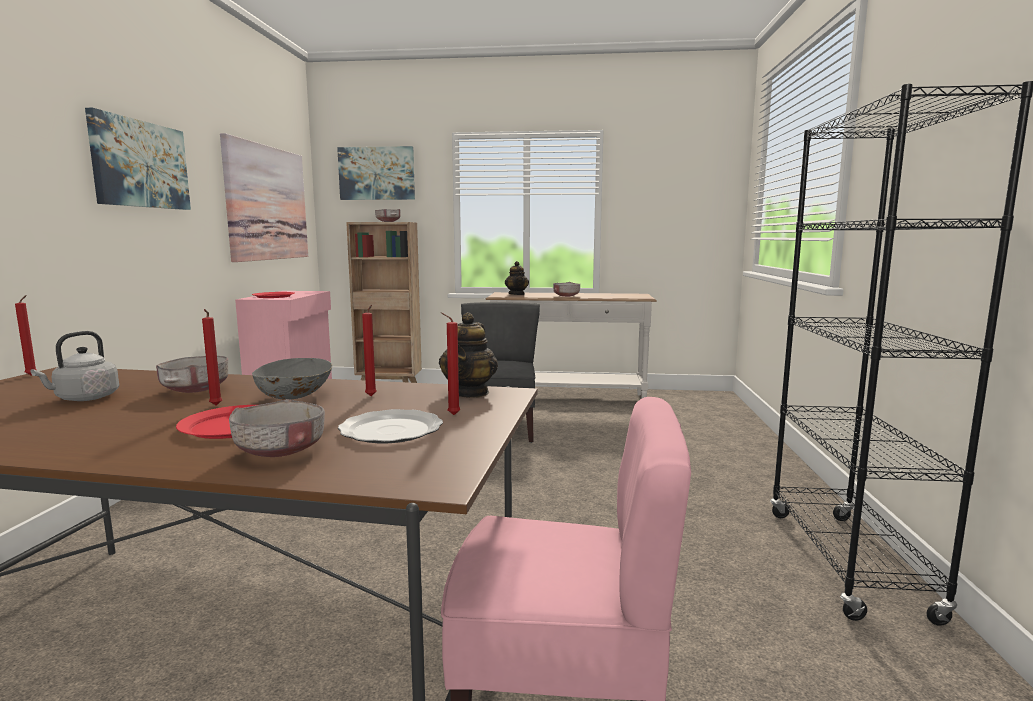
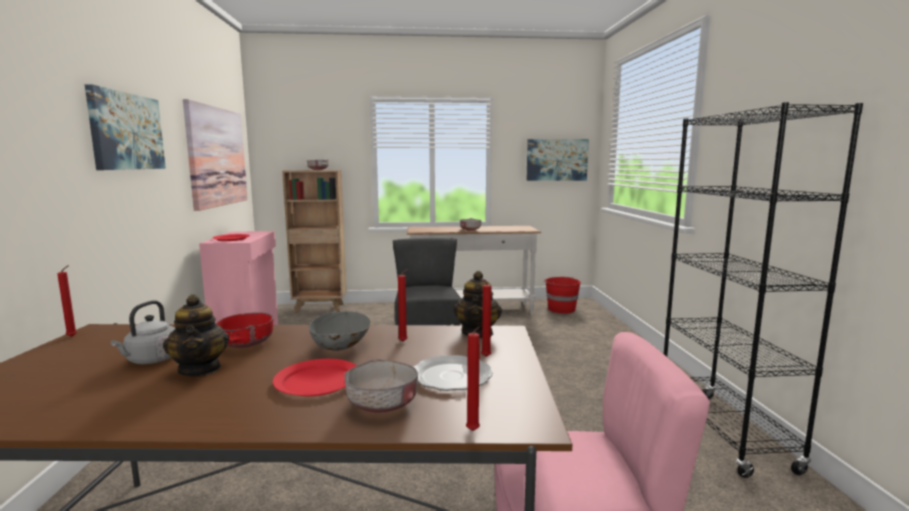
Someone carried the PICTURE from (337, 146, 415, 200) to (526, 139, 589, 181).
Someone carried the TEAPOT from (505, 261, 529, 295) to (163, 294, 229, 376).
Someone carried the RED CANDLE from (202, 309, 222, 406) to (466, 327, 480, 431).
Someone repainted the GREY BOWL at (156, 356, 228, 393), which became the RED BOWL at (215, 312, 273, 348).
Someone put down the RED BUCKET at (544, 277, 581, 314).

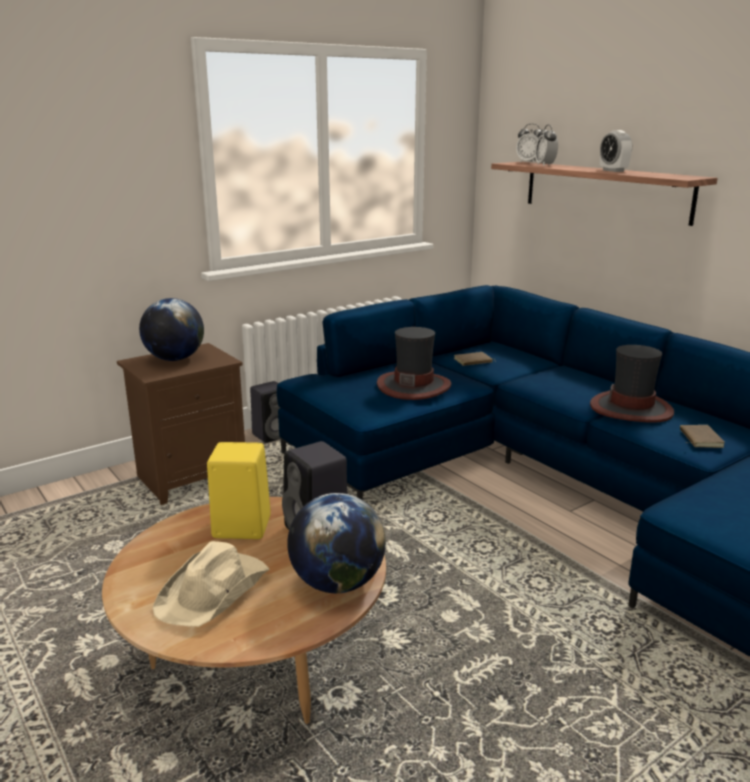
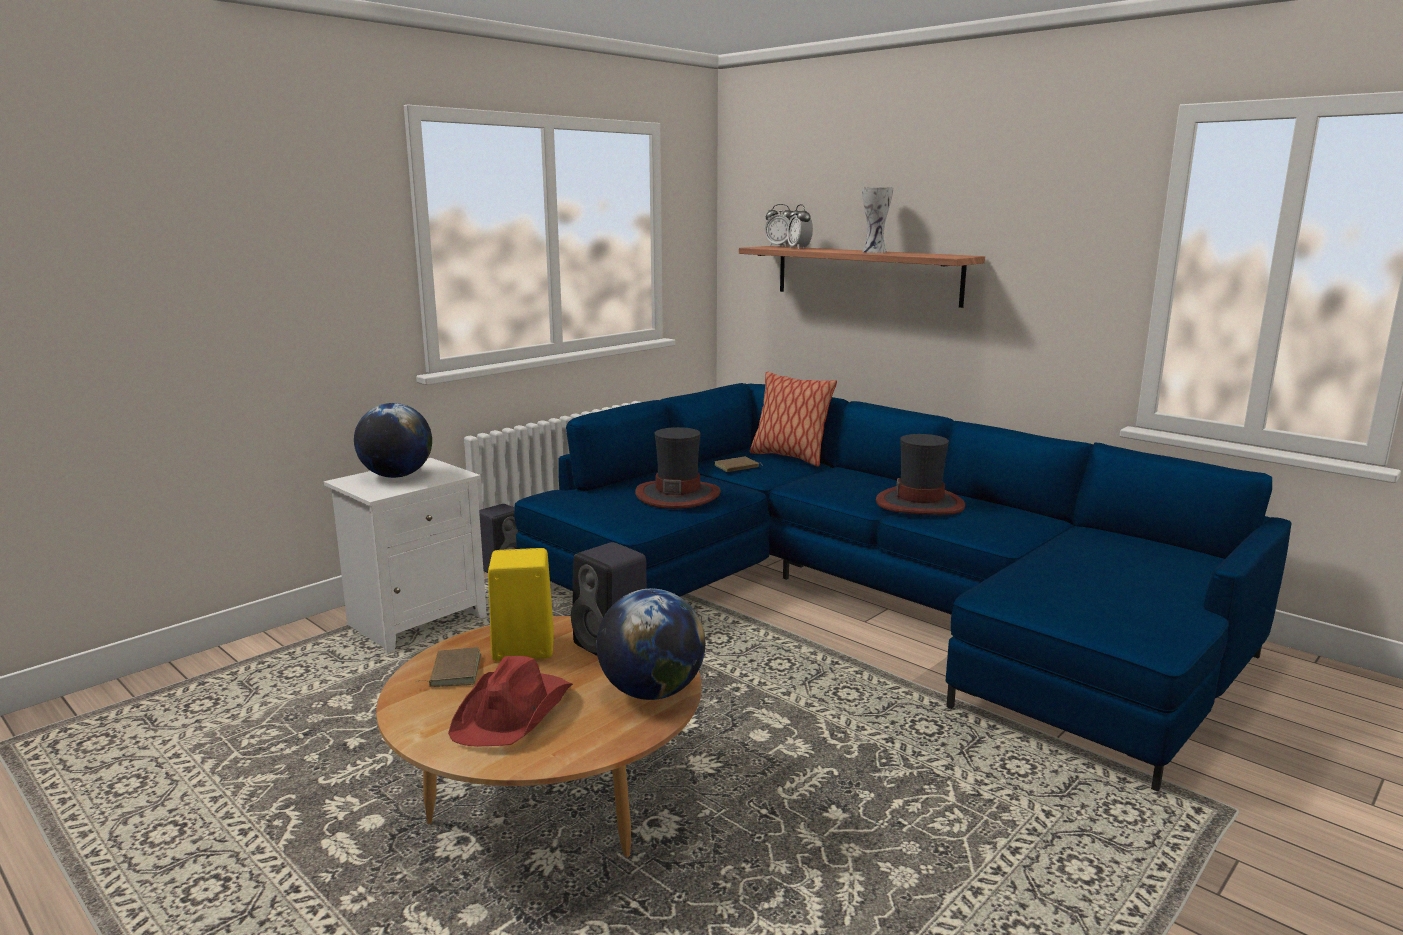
Someone swapped the ALARM CLOCK at (600, 130, 632, 172) for the VASE at (862, 187, 893, 253).
Someone repainted the BROWN NIGHTSTAND at (117, 343, 245, 505), which became the WHITE NIGHTSTAND at (324, 458, 487, 653).
Someone carried the BROWN BOOK from (680, 425, 725, 448) to (414, 647, 481, 687).
Someone repainted the BEIGE HAT at (152, 541, 270, 627), which became the RED HAT at (448, 656, 573, 747).
Someone put down the PILLOW at (750, 372, 837, 467).

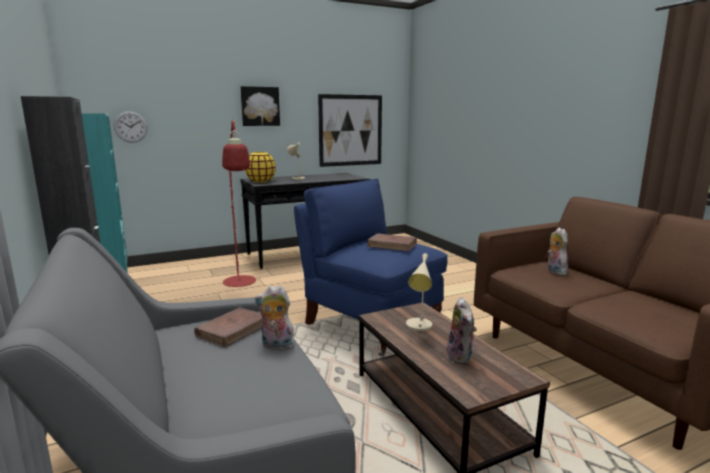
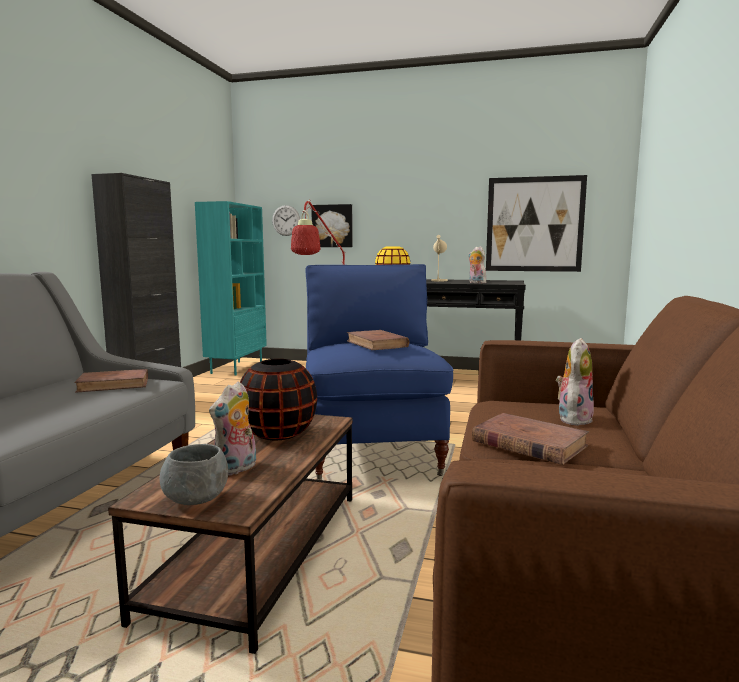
Someone carried the PICTURE from (241, 86, 280, 126) to (311, 204, 353, 247).
Someone swapped the BEIGE TABLE LAMP at (406, 253, 432, 332) for the BLACK VASE at (240, 359, 317, 440).
Someone carried the PLUSH TOY from (255, 286, 295, 350) to (468, 246, 486, 283).
Someone put down the BROWN BOOK at (472, 413, 589, 465).
Someone put down the GREY BOWL at (160, 444, 228, 505).

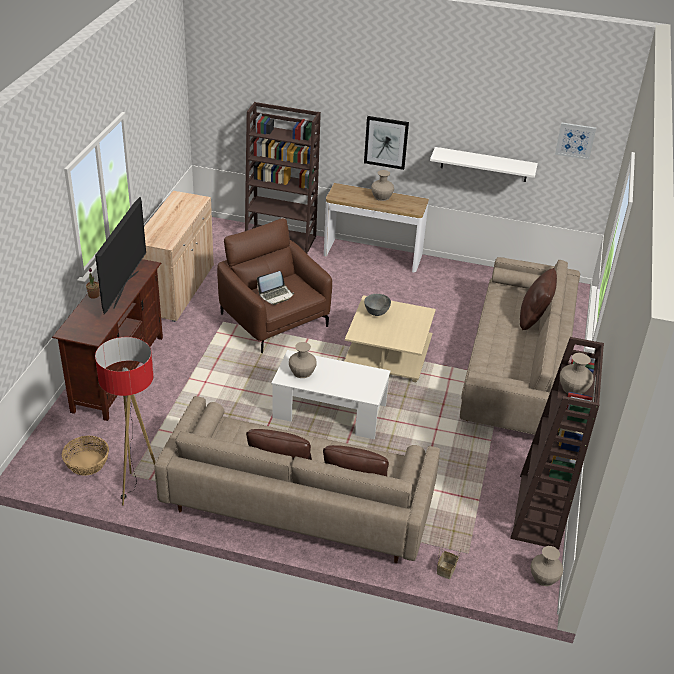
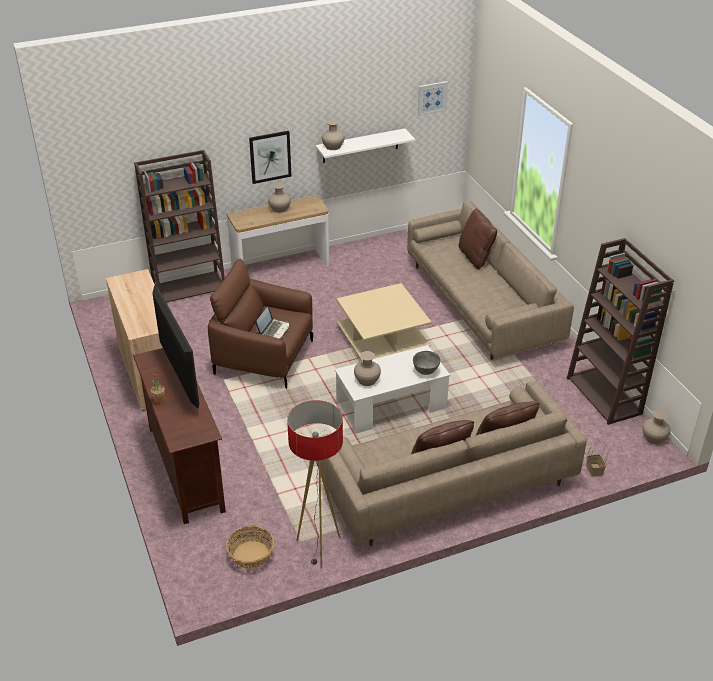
Someone carried the GREY BOWL from (364, 294, 391, 316) to (413, 351, 441, 375).
Someone carried the BEIGE VASE from (560, 353, 593, 394) to (322, 119, 345, 150).

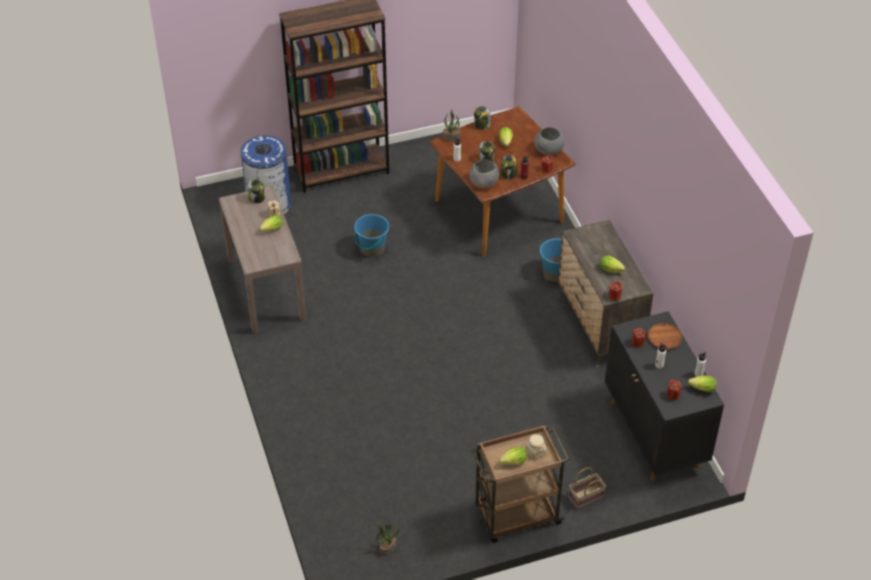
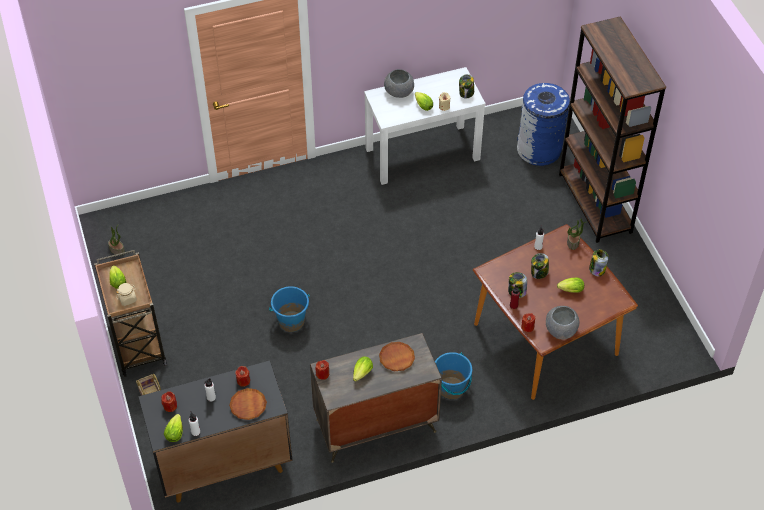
Someone carried the GREY BOWL from (469, 159, 499, 188) to (384, 69, 414, 98).
Someone repainted the BROWN CONSOLE TABLE at (219, 186, 307, 334), which became the WHITE CONSOLE TABLE at (364, 67, 486, 185).
Someone carried the BLUE BUCKET from (354, 214, 389, 257) to (269, 286, 310, 332).
Someone put down the BROWN PLATE at (379, 342, 415, 371).

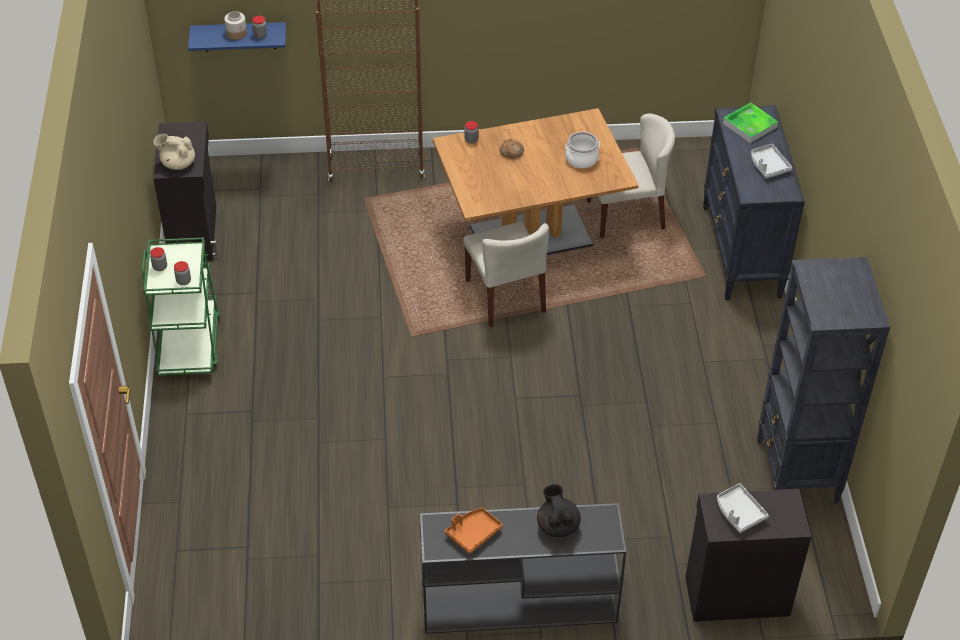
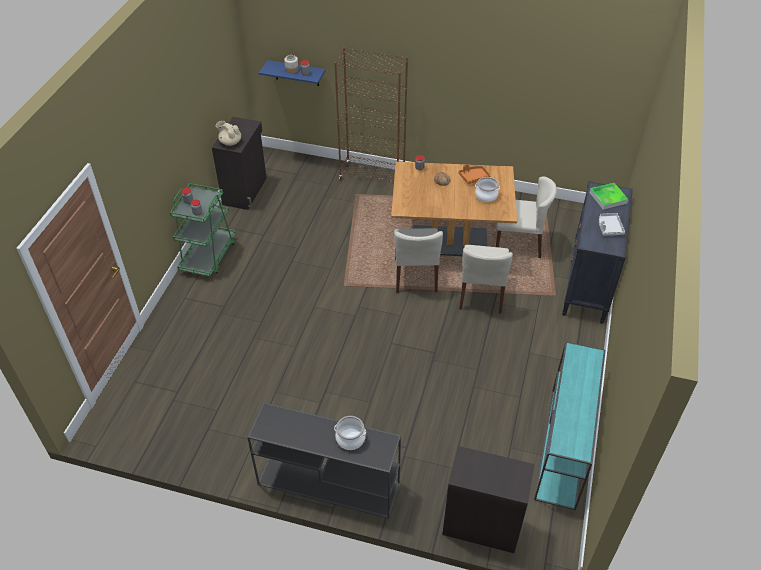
Someone swapped the BLACK BOOKCASE at (757, 257, 890, 504) for the TURQUOISE CONSOLE TABLE at (534, 342, 606, 510).
Someone took away the GREY TRAY at (717, 483, 769, 533).
Someone swapped the BLACK TEAPOT at (537, 484, 581, 537) for the COOKING POT at (334, 416, 366, 450).
Someone carried the ORANGE TRAY from (445, 508, 503, 554) to (458, 164, 490, 184).
Someone put down the BEIGE CHAIR at (459, 245, 513, 314).

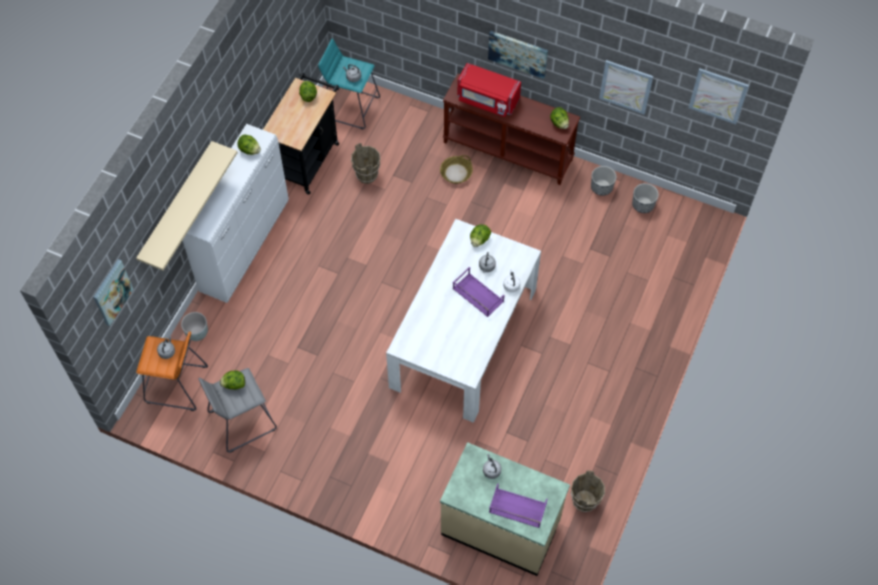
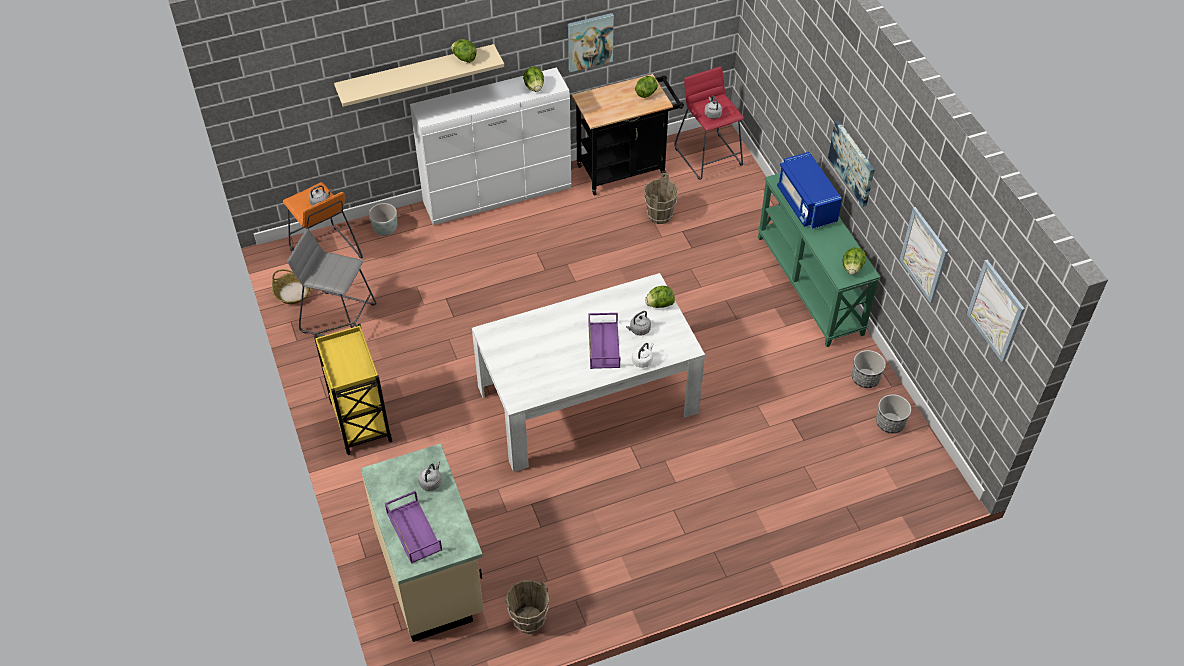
Someone repainted the TURQUOISE STOOL at (318, 38, 380, 129), which became the RED STOOL at (674, 66, 744, 180).
Someone repainted the RED MICROWAVE at (457, 63, 521, 117), which became the BLUE MICROWAVE at (777, 152, 842, 229).
Someone repainted the BROWN CONSOLE TABLE at (443, 74, 580, 185), which became the GREEN CONSOLE TABLE at (758, 173, 880, 347).
Someone carried the BASKET from (440, 155, 473, 184) to (272, 269, 312, 304).
Someone carried the PICTURE from (94, 259, 133, 326) to (568, 13, 614, 72).
Someone carried the LETTUCE from (220, 370, 245, 390) to (451, 39, 477, 63).
Someone put down the YELLOW CART at (314, 321, 392, 455).

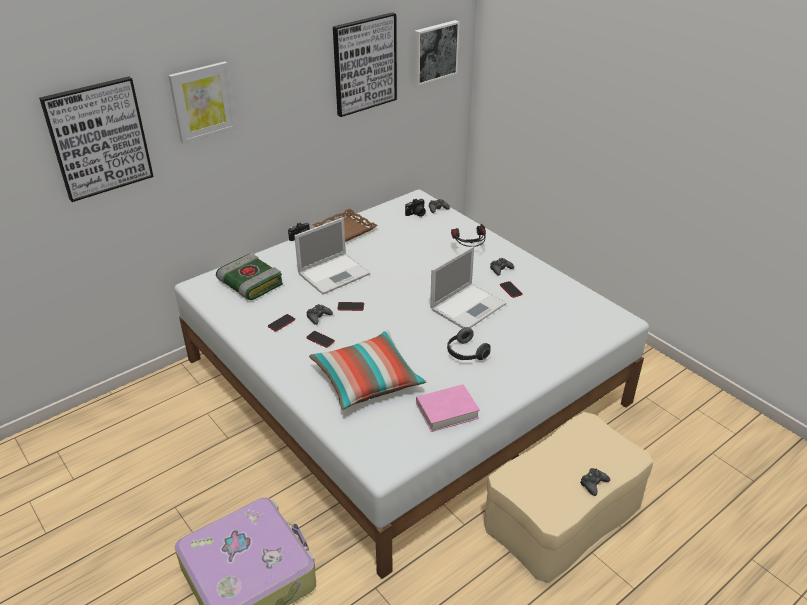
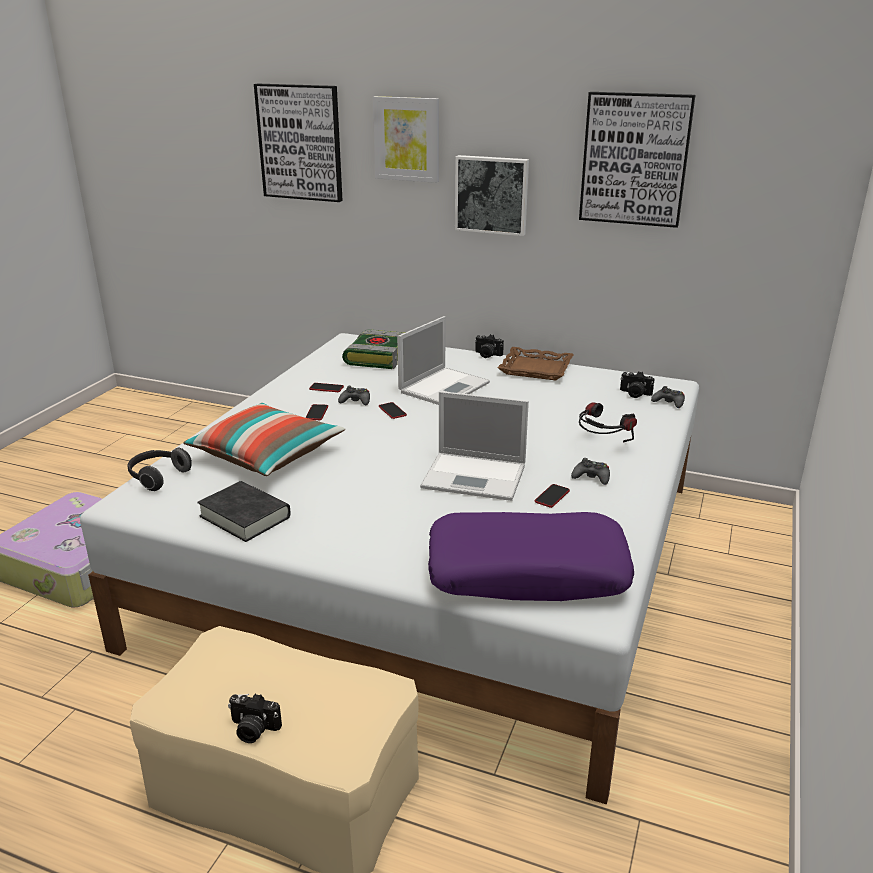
Someone carried the PICTURE from (414, 20, 460, 85) to (455, 155, 529, 236).
Someone rotated the LAPTOP at (294, 217, 370, 295) by 75 degrees counterclockwise.
Someone carried the HEADPHONES from (447, 327, 491, 360) to (128, 448, 192, 491).
Someone repainted the PINK BOOK at (416, 384, 480, 432), which became the BLACK BOOK at (197, 481, 291, 542).
Someone swapped the BLACK GAME CONTROLLER at (580, 468, 610, 496) for the PHOTO CAMERA at (228, 694, 282, 743).
Someone put down the PURPLE PILLOW at (428, 512, 634, 601).

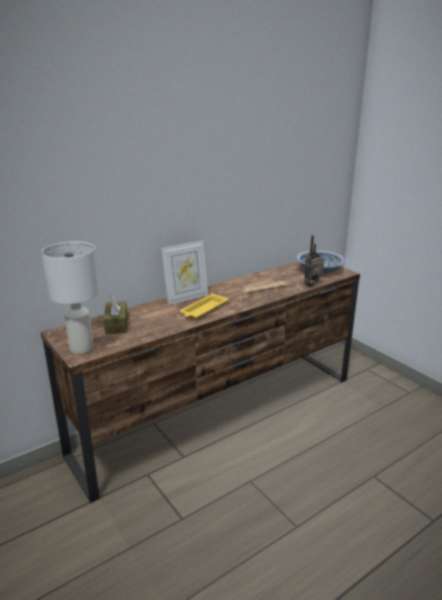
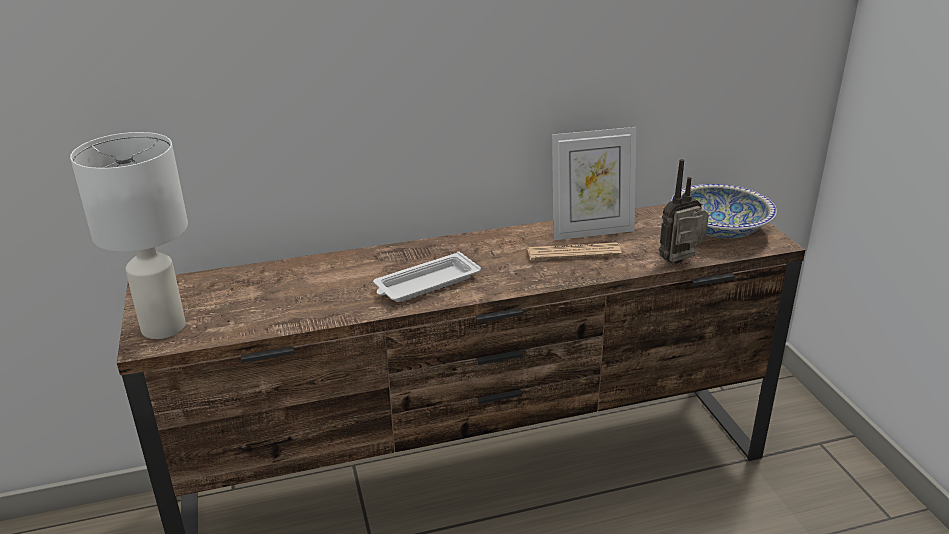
Someone carried the PICTURE FRAME from (161, 240, 208, 305) to (552, 127, 636, 240).
Someone repainted the YELLOW TRAY at (180, 293, 228, 319), which became the WHITE TRAY at (373, 251, 481, 302).
Someone took away the BROWN TISSUE BOX at (104, 295, 127, 334).

